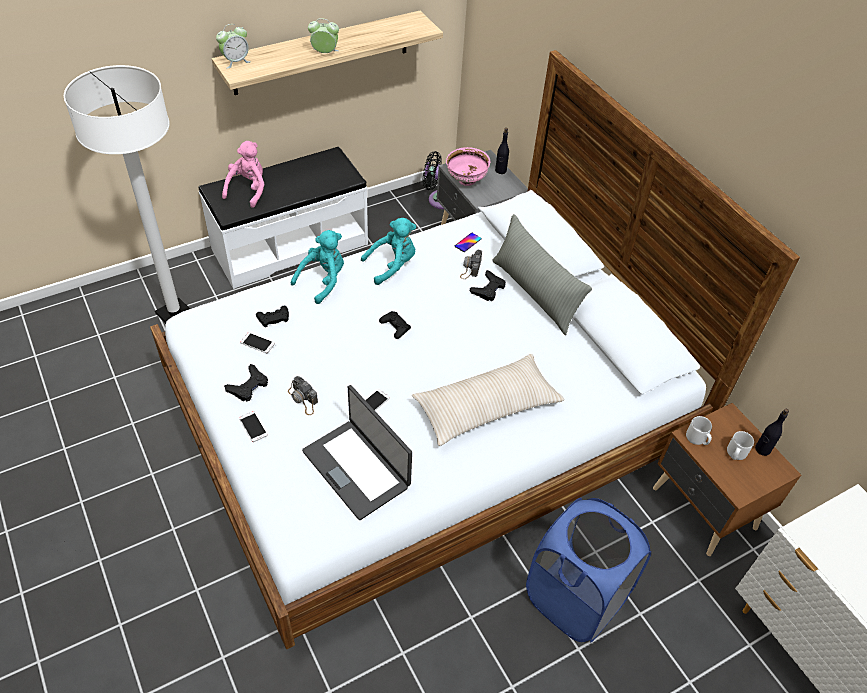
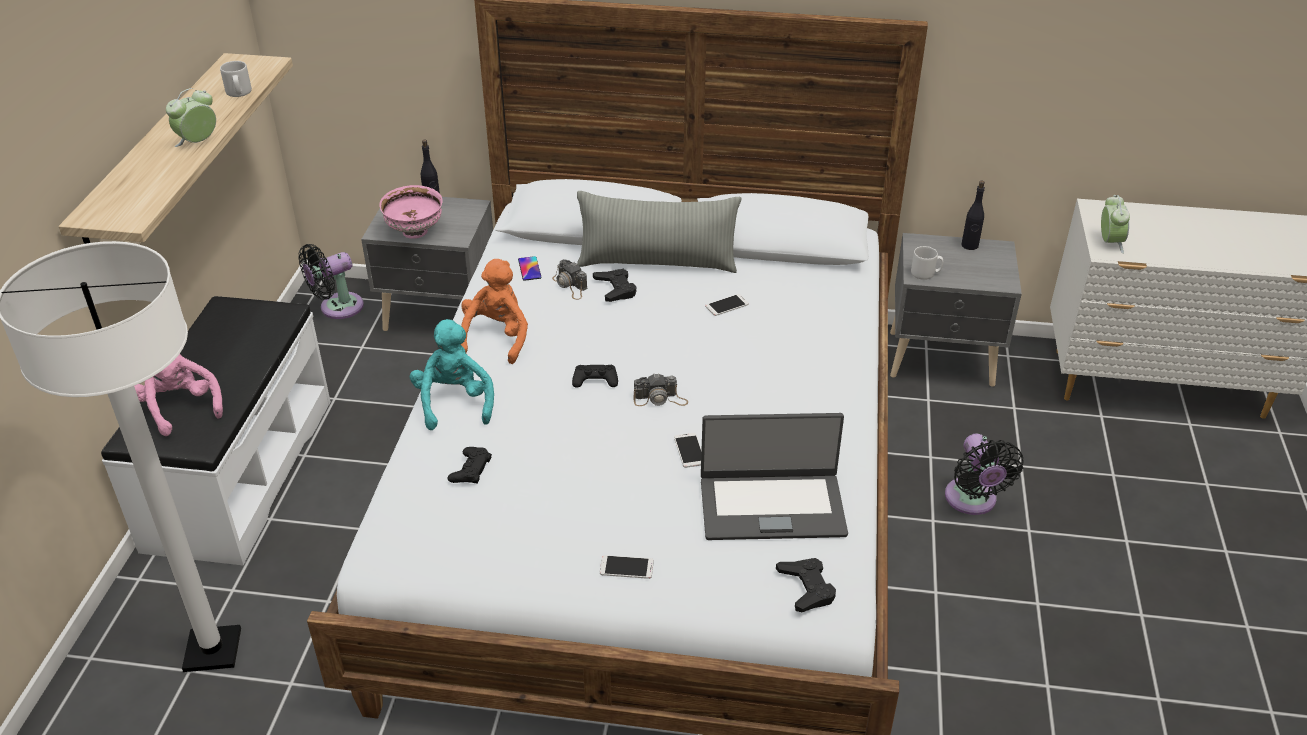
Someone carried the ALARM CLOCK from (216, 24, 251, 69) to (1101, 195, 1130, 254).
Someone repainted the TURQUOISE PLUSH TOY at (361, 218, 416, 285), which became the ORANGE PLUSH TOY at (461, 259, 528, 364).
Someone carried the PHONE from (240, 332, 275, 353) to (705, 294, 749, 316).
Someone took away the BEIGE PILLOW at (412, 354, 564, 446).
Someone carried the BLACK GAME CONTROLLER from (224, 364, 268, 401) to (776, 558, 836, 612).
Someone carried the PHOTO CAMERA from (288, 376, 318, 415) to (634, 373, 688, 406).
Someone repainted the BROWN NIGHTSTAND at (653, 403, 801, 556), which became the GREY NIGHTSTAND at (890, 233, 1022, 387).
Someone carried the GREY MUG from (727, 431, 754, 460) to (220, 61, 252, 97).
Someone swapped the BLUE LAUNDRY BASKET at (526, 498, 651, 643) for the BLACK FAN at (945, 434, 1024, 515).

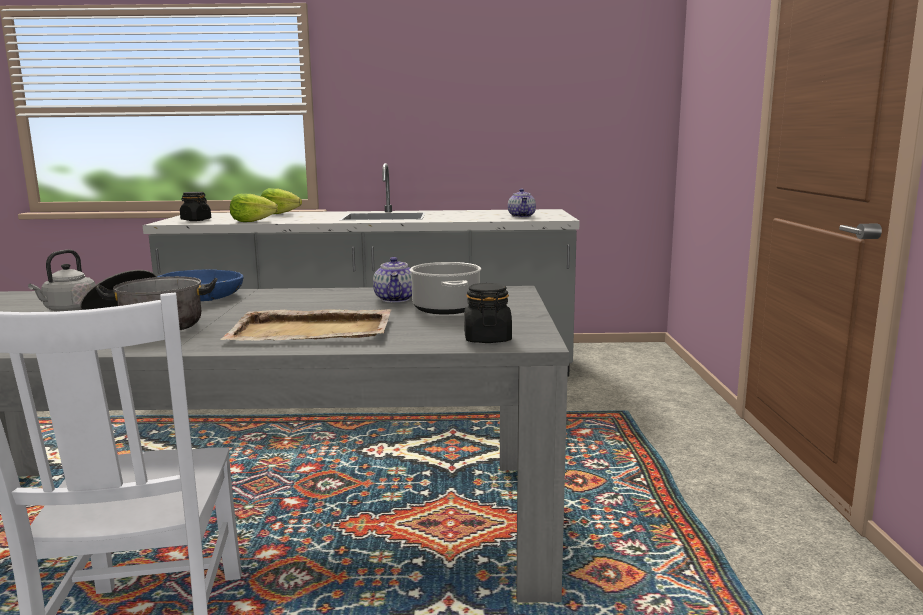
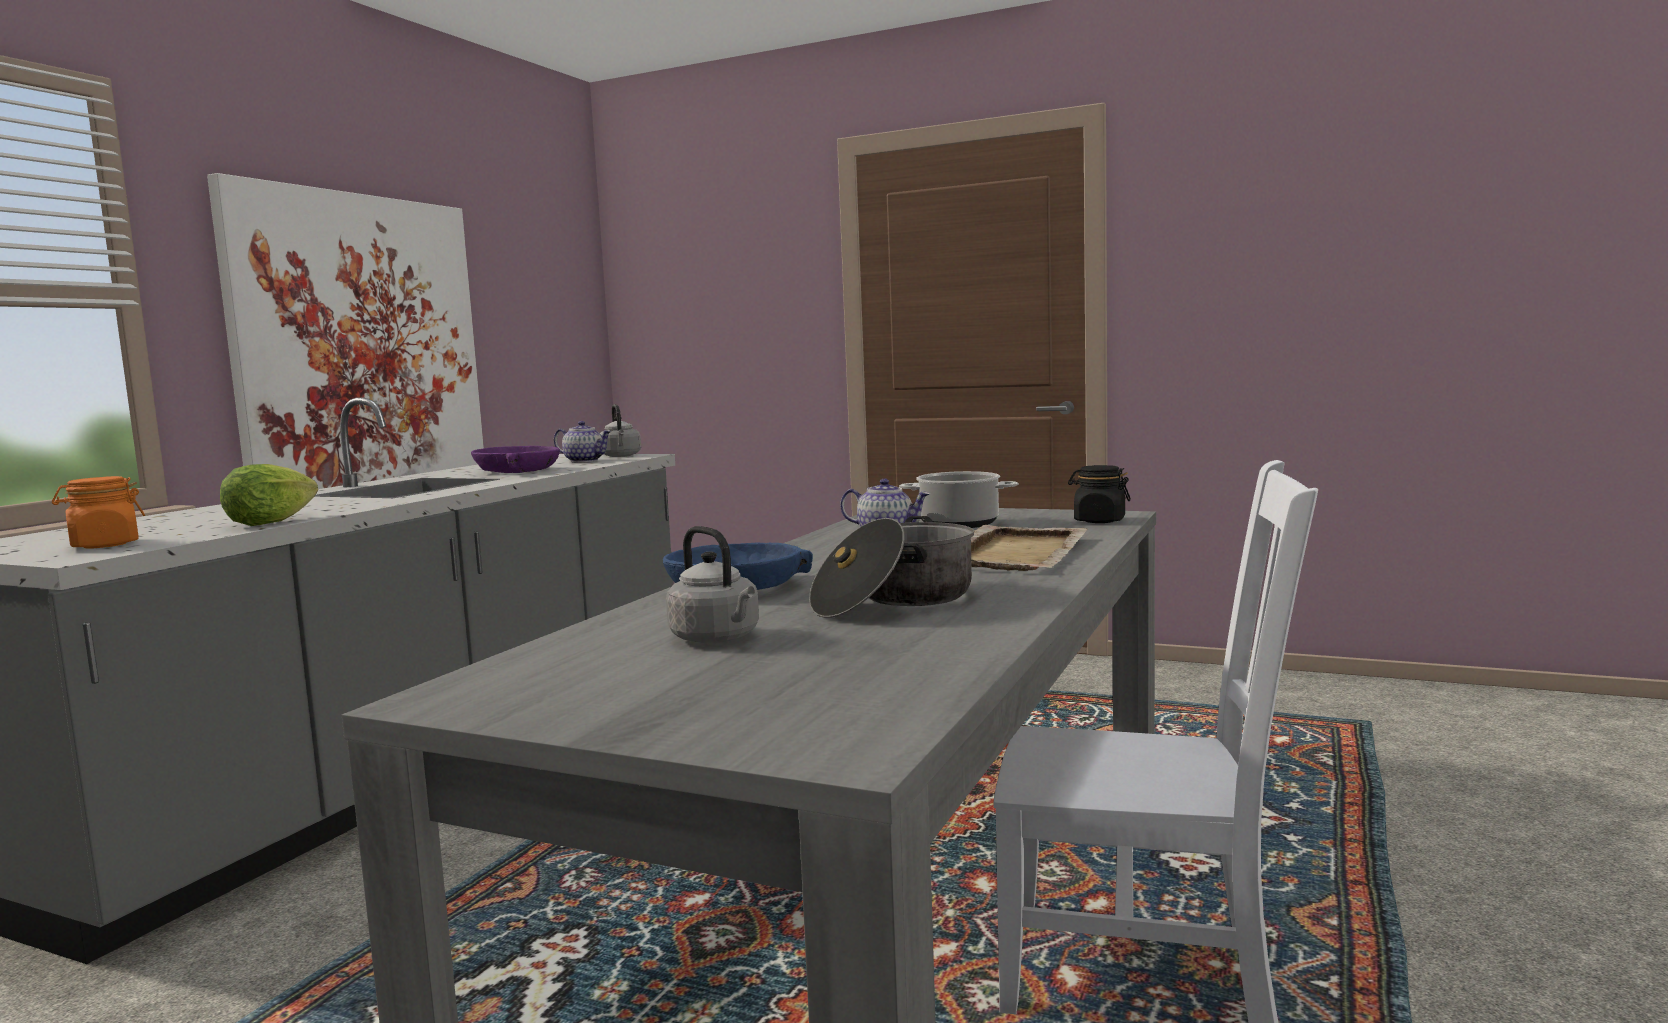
Someone took away the LETTUCE at (261, 188, 302, 214).
Someone repainted the BLACK JAR at (180, 192, 211, 221), which became the ORANGE JAR at (52, 476, 145, 548).
Someone put up the PICTURE at (207, 173, 484, 489).
Someone put down the GREY KETTLE at (600, 404, 641, 457).
Someone put down the PURPLE BOWL at (471, 446, 560, 473).

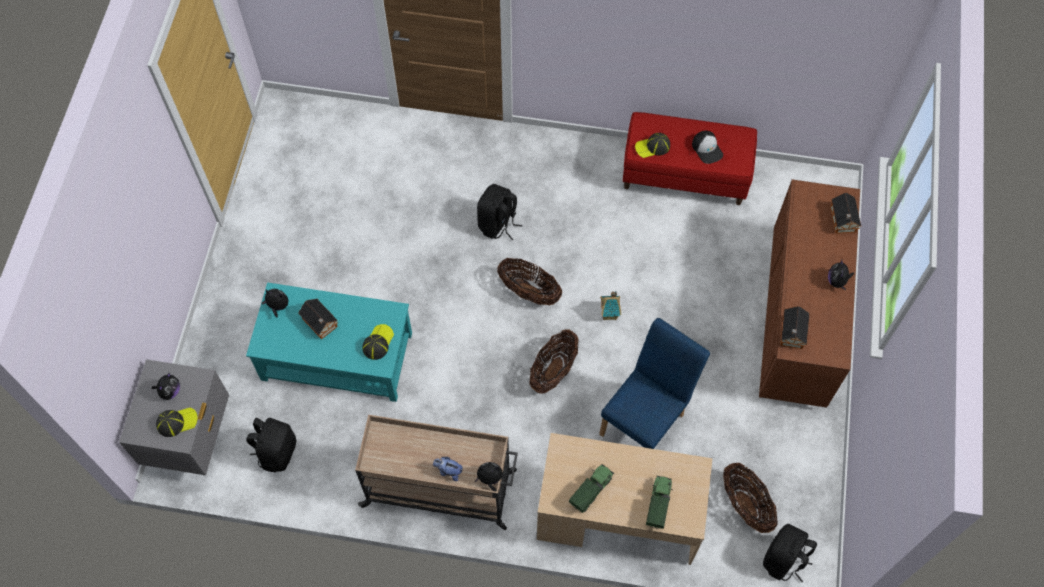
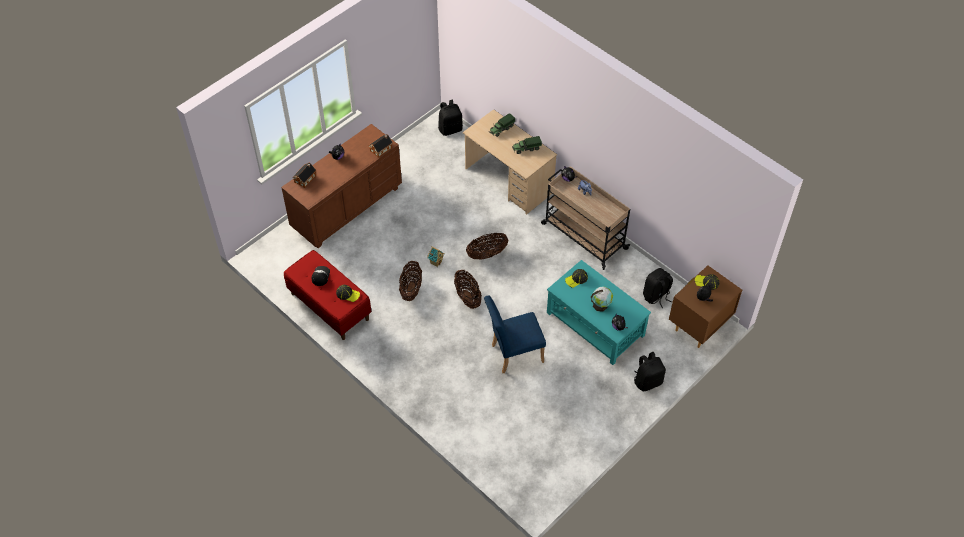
Someone carried the BLACK BACKPACK from (477, 184, 523, 240) to (634, 352, 666, 392).
Someone swapped the TOY HOUSE at (298, 299, 338, 339) for the GLOBE at (591, 286, 613, 312).
Someone carried the BLUE CHAIR from (599, 318, 710, 449) to (484, 295, 546, 373).
Someone repainted the GREY NIGHTSTAND at (119, 359, 229, 475), which became the BROWN NIGHTSTAND at (669, 265, 742, 348).
Someone carried the BASKET from (723, 463, 778, 533) to (399, 261, 422, 301).

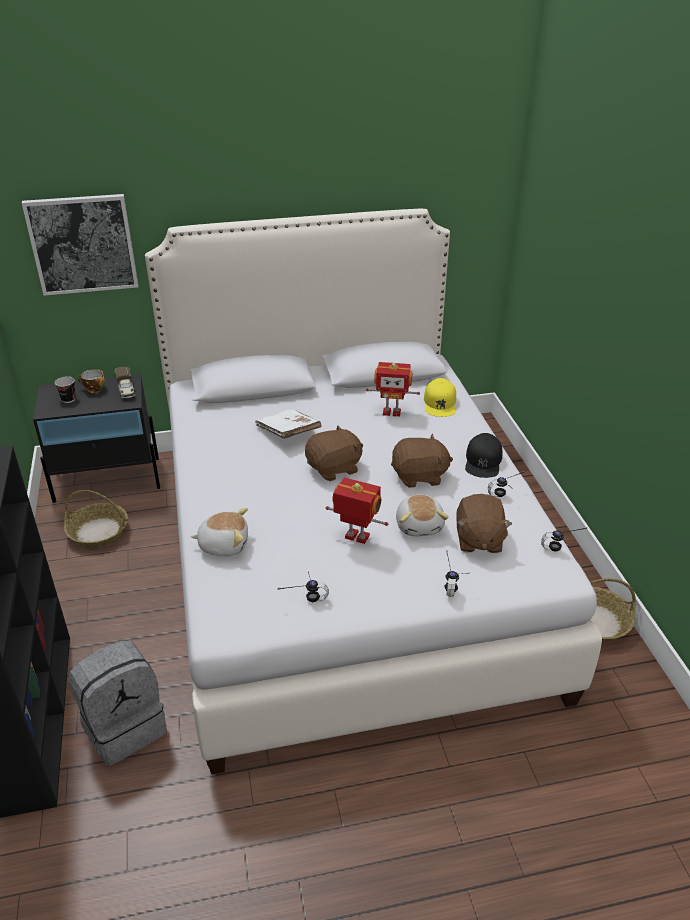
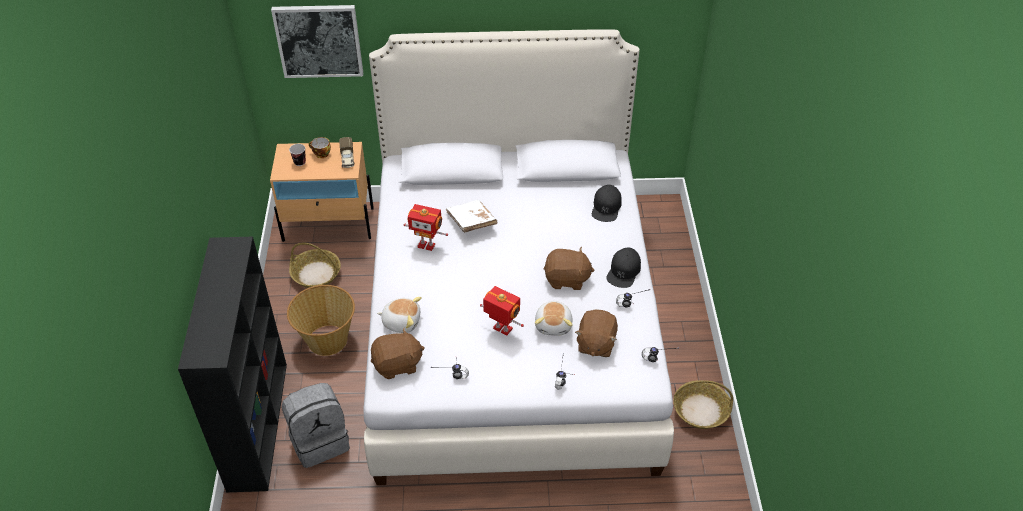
Someone carried the TOY ROBOT from (366, 362, 420, 417) to (404, 204, 448, 251).
Someone repainted the BLACK NIGHTSTAND at (33, 375, 160, 503), which became the BEIGE NIGHTSTAND at (270, 142, 374, 242).
Someone repainted the YELLOW CAP at (424, 378, 456, 417), which became the BLACK CAP at (592, 185, 622, 222).
Someone carried the BROWN PLUSH TOY from (305, 425, 363, 481) to (371, 327, 425, 379).
Someone put down the BASKET at (287, 285, 355, 356).

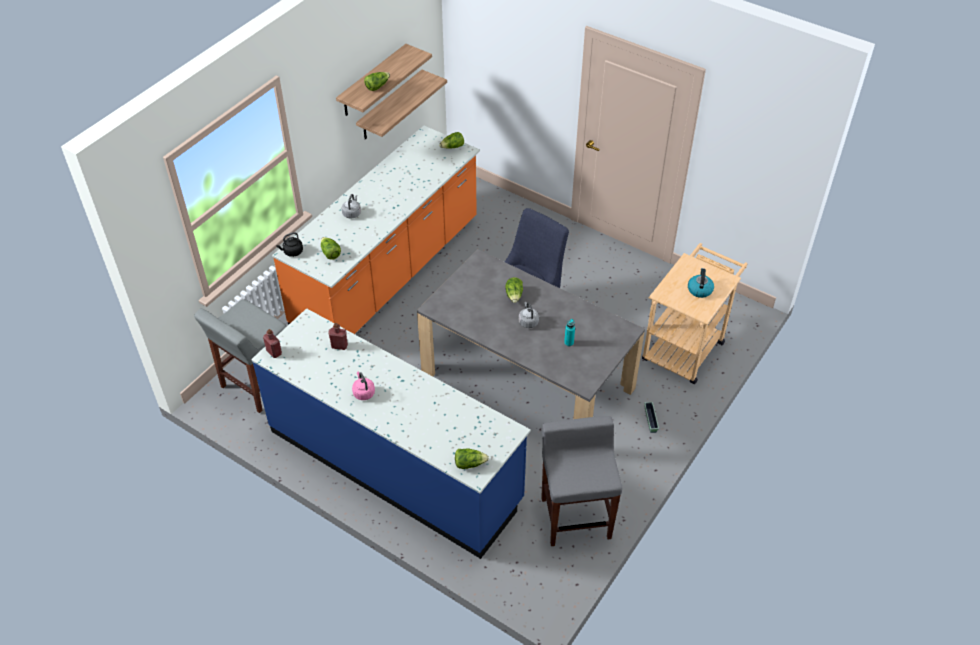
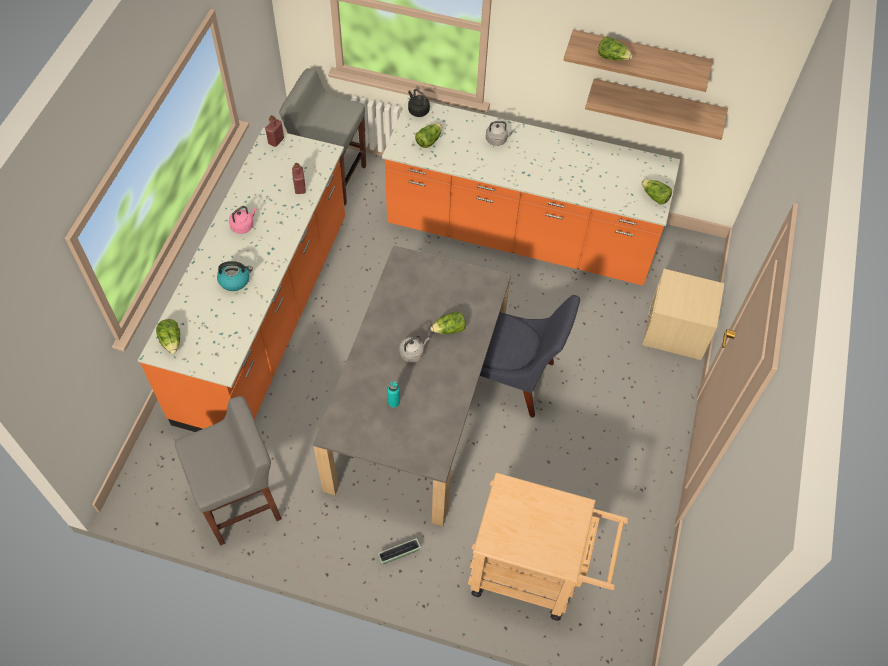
Someone carried the KETTLE from (688, 268, 714, 298) to (217, 261, 253, 291).
Someone repainted the BLUE COUNTER at (251, 308, 531, 559), which became the ORANGE COUNTER at (138, 128, 345, 432).
Someone put down the BEIGE NIGHTSTAND at (642, 269, 724, 360).

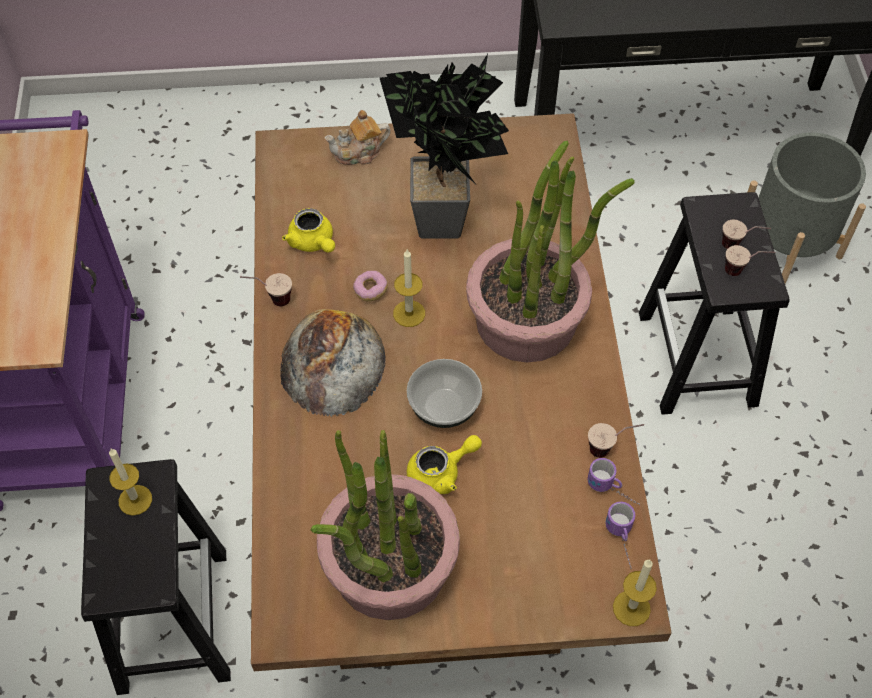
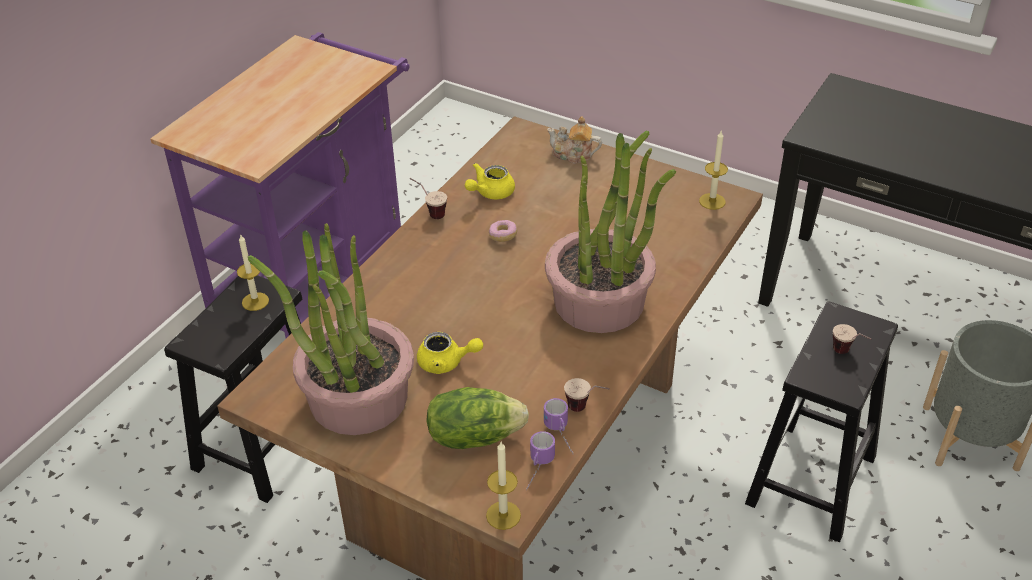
Someone took away the POTTED PLANT at (380, 53, 509, 239).
Someone rotated the YELLOW TEAPOT at (282, 208, 335, 253) by 45 degrees clockwise.
Someone took away the CUP at (725, 245, 775, 276).
Someone carried the CANDLE from (393, 250, 425, 327) to (699, 131, 728, 210).
Someone took away the BREAD at (280, 309, 386, 417).
Someone took away the BOWL at (407, 359, 482, 428).
Someone put down the LETTUCE at (426, 387, 529, 449).

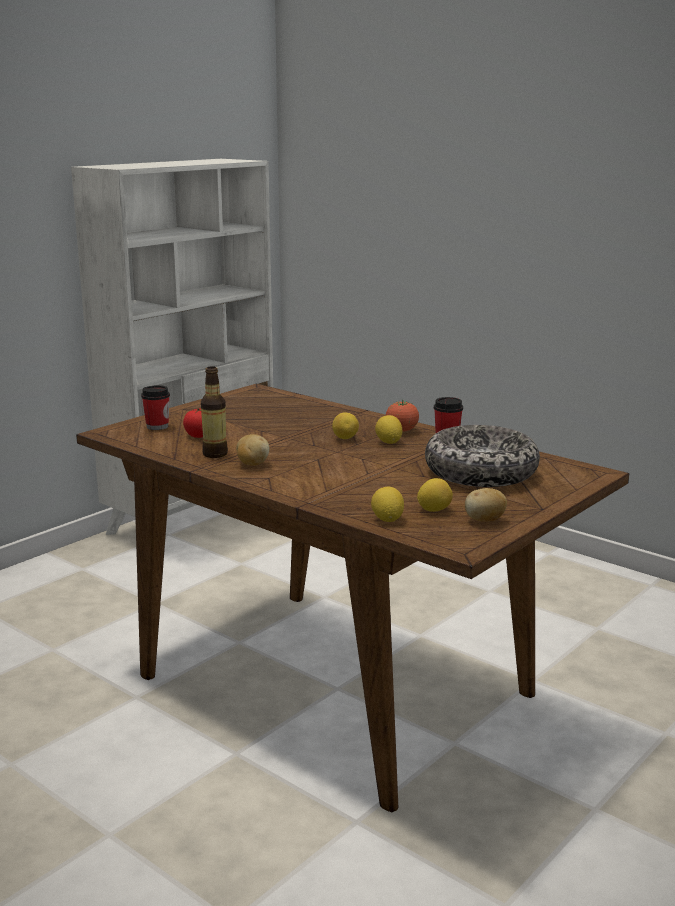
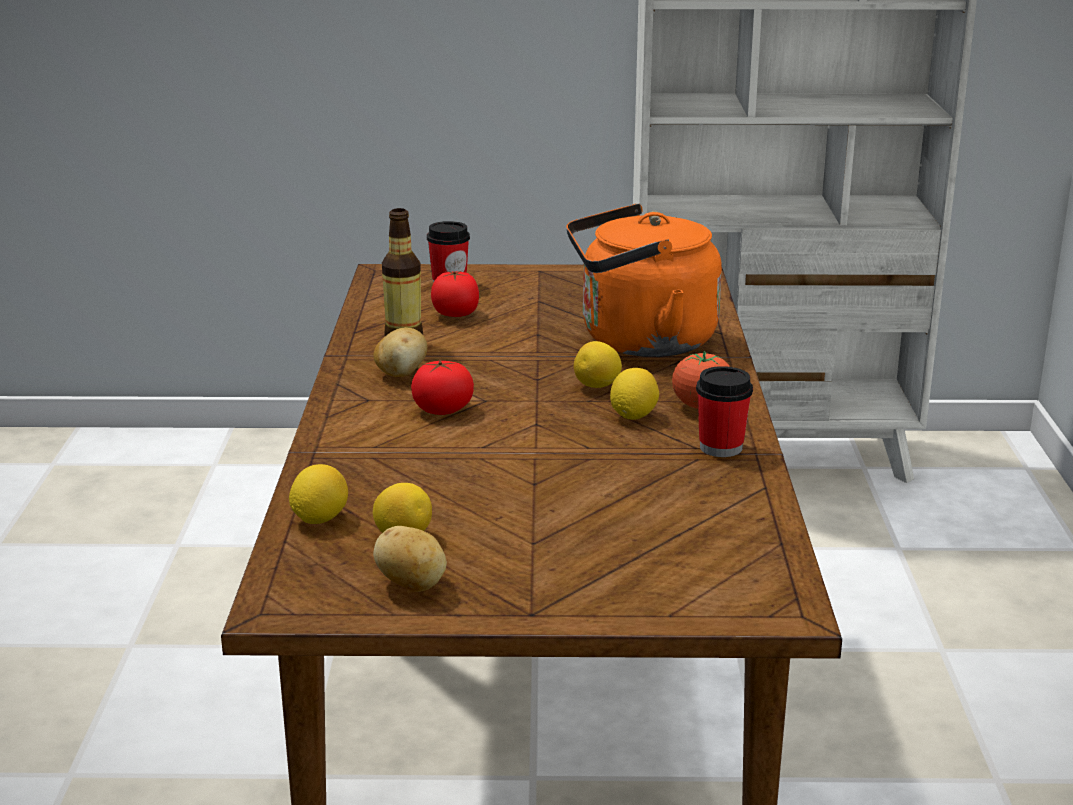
Someone took away the BOWL at (425, 425, 540, 487).
Someone put down the ORANGE KETTLE at (566, 204, 722, 357).
Someone put down the TOMATO at (411, 359, 474, 415).

